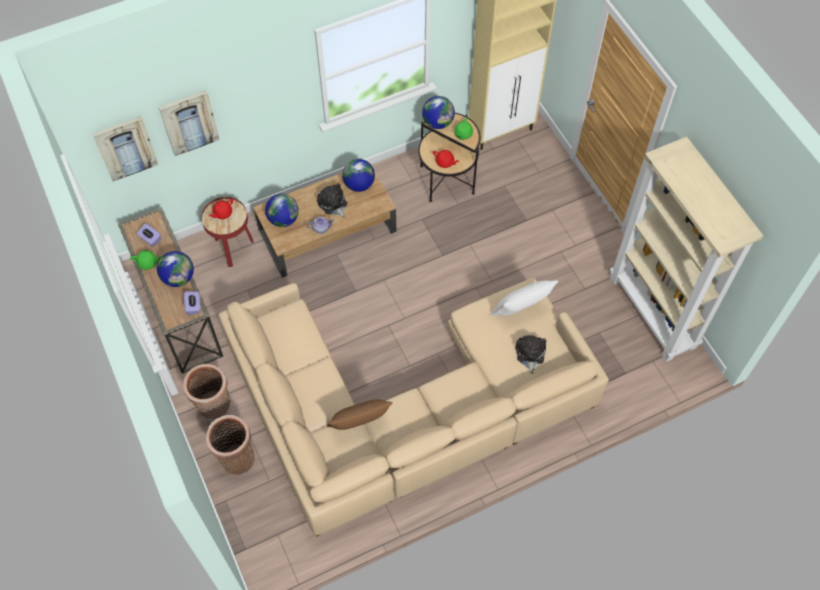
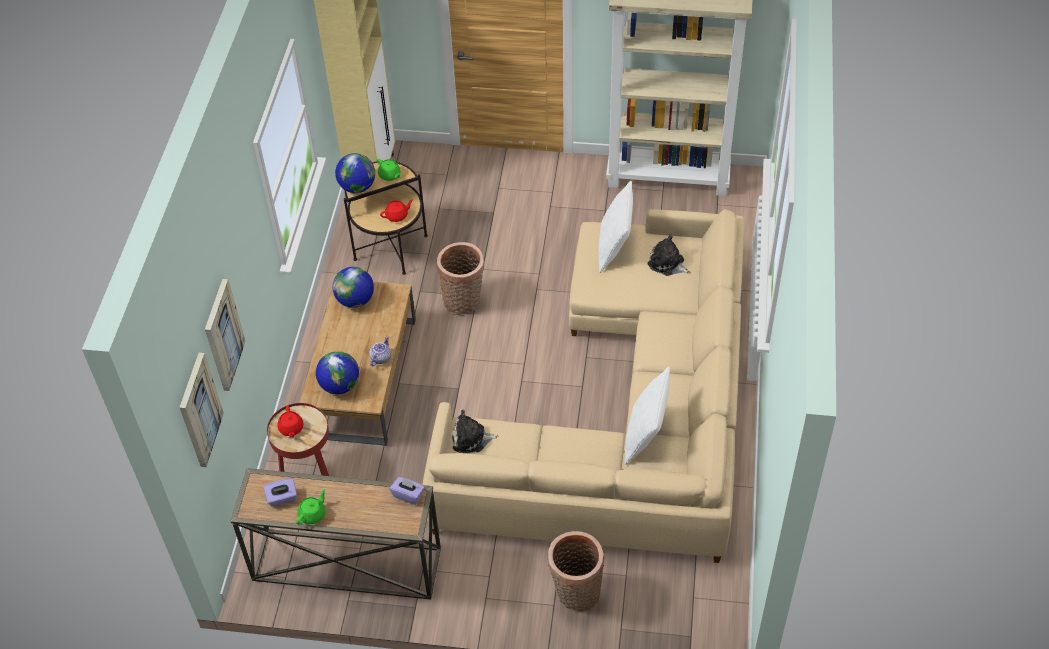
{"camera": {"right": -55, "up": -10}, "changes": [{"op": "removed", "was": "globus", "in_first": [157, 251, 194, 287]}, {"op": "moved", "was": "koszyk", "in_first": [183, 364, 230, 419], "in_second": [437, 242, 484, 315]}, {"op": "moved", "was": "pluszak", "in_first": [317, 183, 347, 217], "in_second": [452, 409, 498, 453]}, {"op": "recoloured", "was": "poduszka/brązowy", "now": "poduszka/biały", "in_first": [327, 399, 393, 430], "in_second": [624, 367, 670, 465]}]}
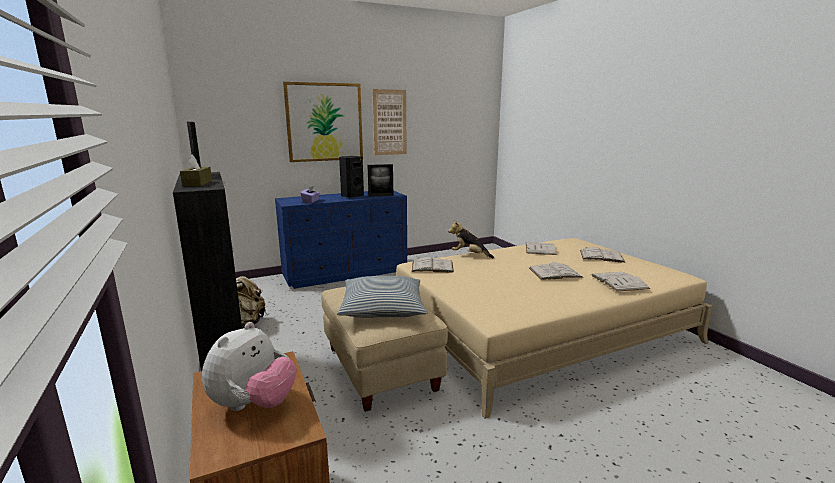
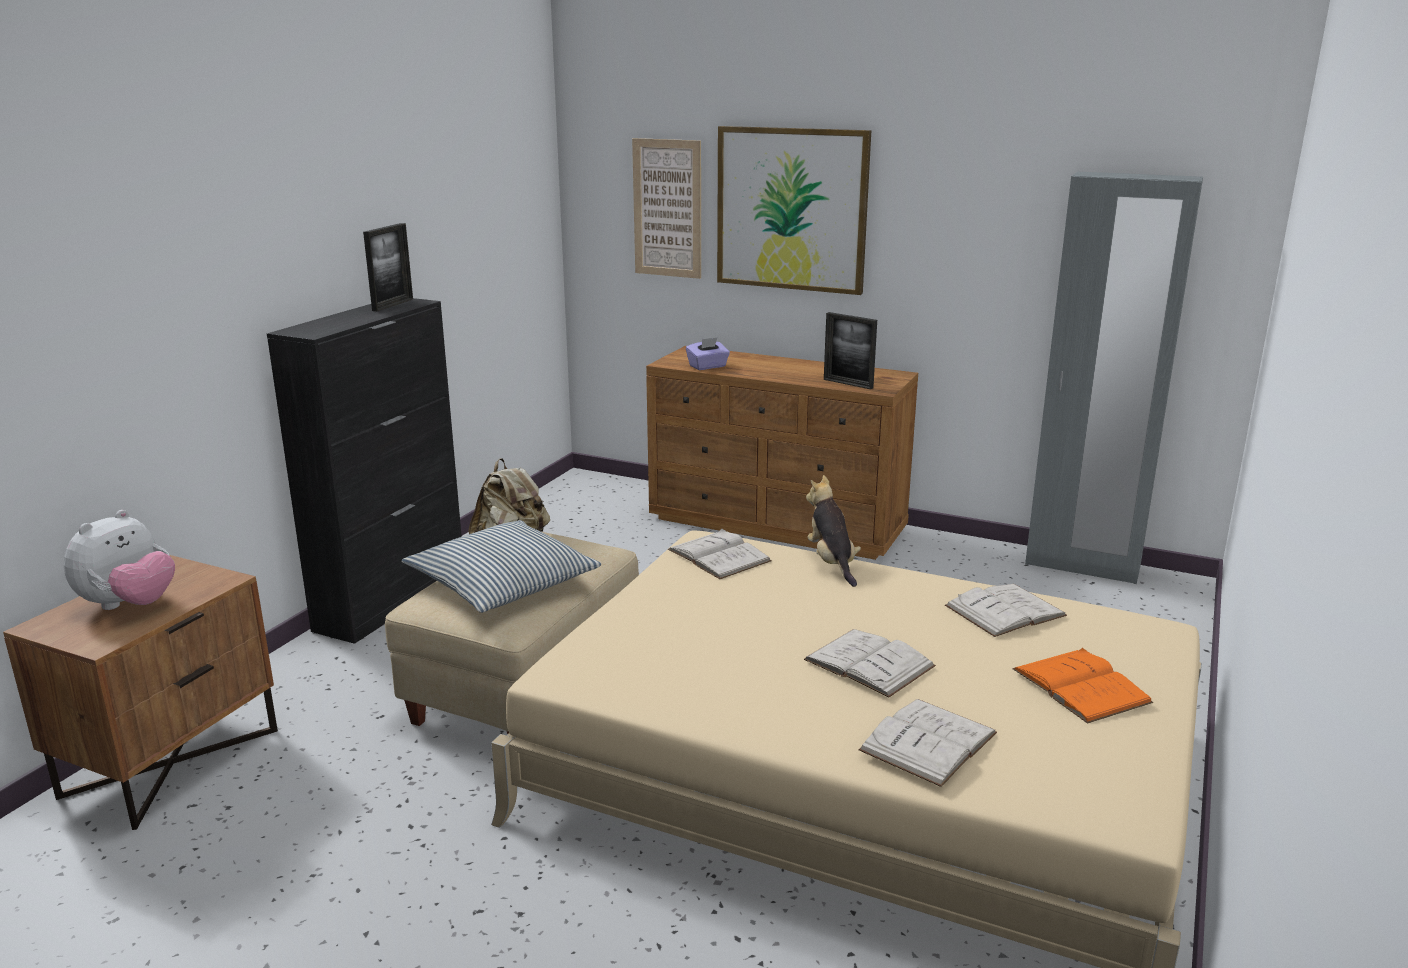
{"camera": {"right": 50, "up": 5}, "changes": [{"op": "removed", "was": "pudełko chusteczek/brązowy", "in_first": [180, 155, 212, 186]}, {"op": "removed", "was": "głośnik/czarny", "in_first": [339, 156, 364, 198]}, {"op": "added", "now": "szafa/szary", "in_second": [1025, 172, 1203, 584]}, {"op": "moved", "was": "obraz", "in_first": [372, 89, 407, 155], "in_second": [632, 138, 701, 279]}, {"op": "recoloured", "was": "komoda/niebieski", "now": "komoda/brązowy", "in_first": [275, 190, 407, 289], "in_second": [646, 346, 918, 560]}, {"op": "recoloured", "was": "książka/biały", "now": "książka/pomarańczowy", "in_first": [580, 247, 625, 263], "in_second": [1013, 648, 1153, 724]}, {"op": "turned", "was": "pluszak", "in_first": [202, 322, 297, 411], "in_second": [64, 510, 175, 610], "clockwise": -45}]}
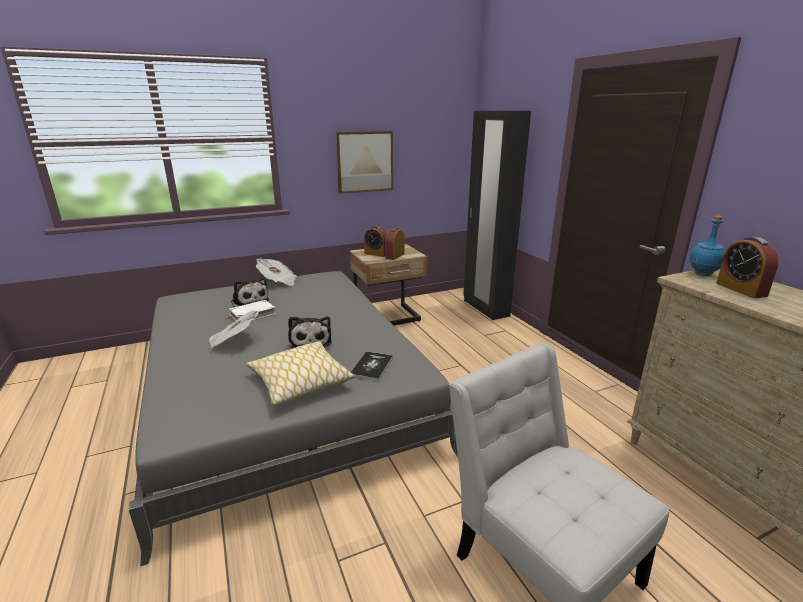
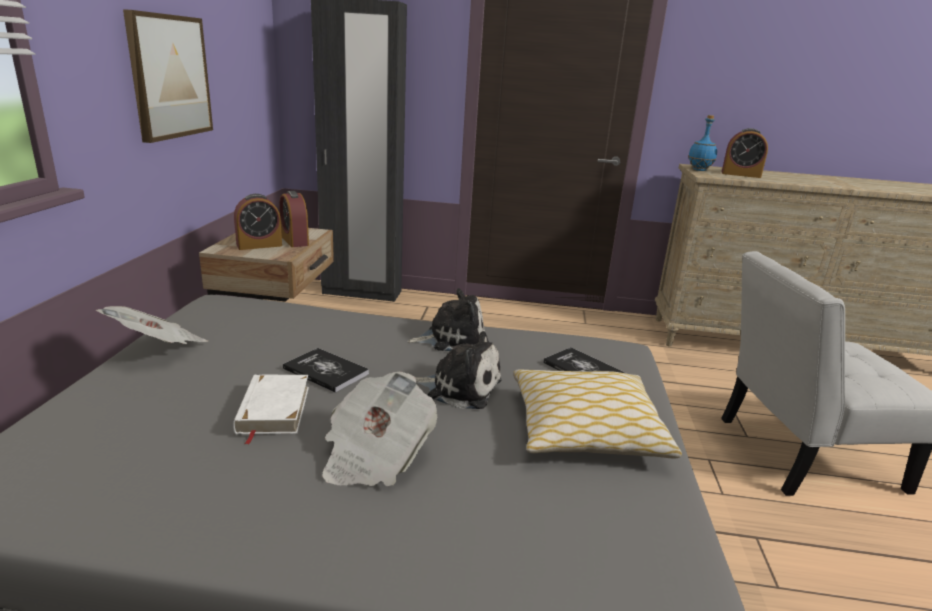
{"camera": {"right": -60, "up": 0}, "changes": [{"op": "added", "now": "książka", "in_second": [283, 348, 369, 393]}, {"op": "moved", "was": "pluszak", "in_first": [231, 277, 269, 307], "in_second": [407, 288, 485, 351]}]}
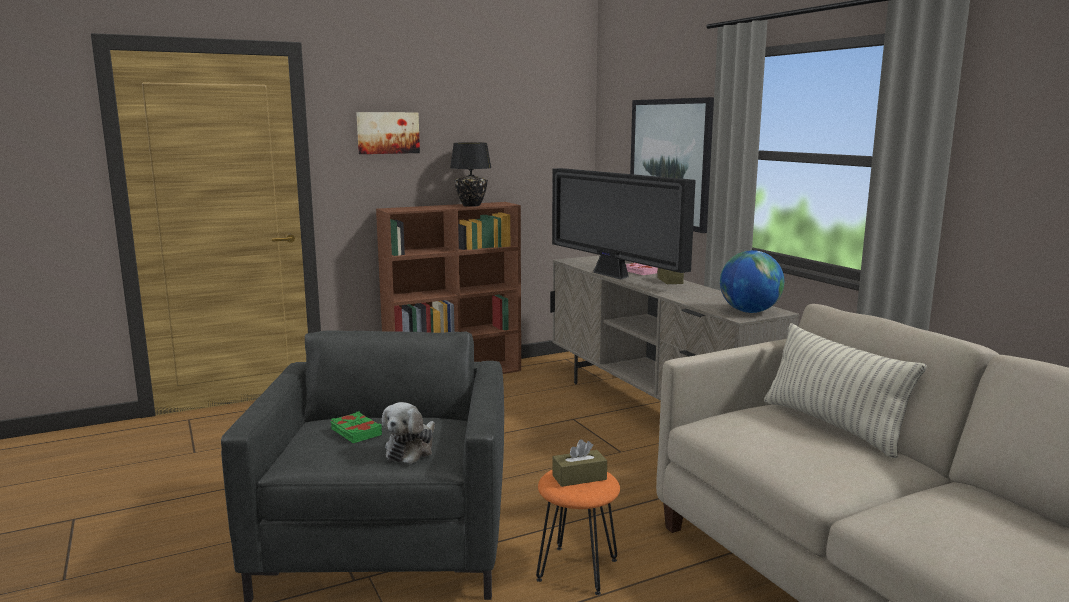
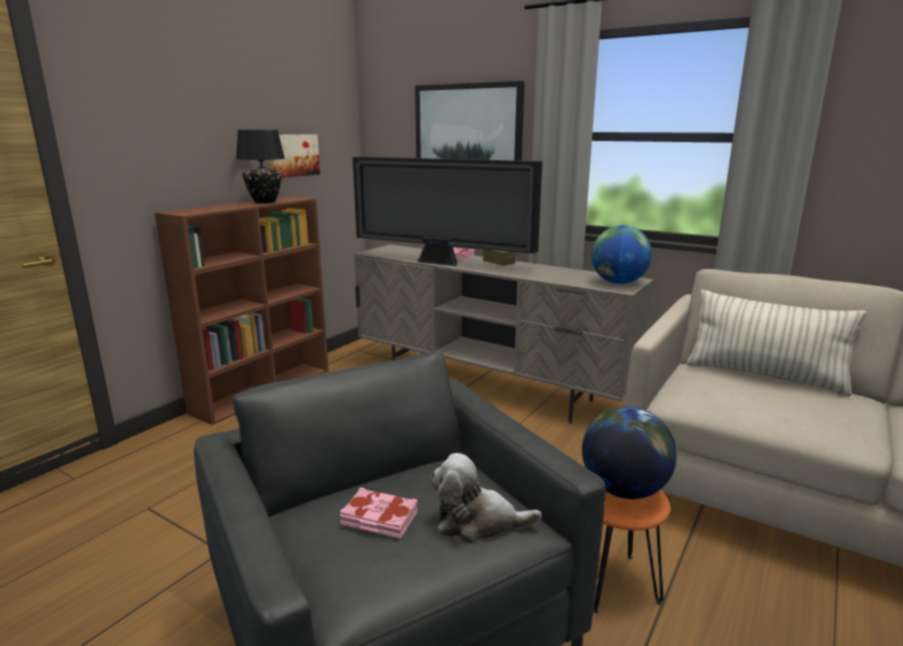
{"camera": {"right": -30, "up": 5}, "changes": [{"op": "moved", "was": "obraz", "in_first": [356, 112, 420, 154], "in_second": [269, 134, 320, 178]}, {"op": "replaced", "was": "pudełko chusteczek/brązowy", "now": "globus", "in_first": [552, 439, 607, 487], "in_second": [582, 406, 677, 499]}, {"op": "recoloured", "was": "książka/zielony", "now": "książka/różowy", "in_first": [331, 411, 382, 443], "in_second": [340, 487, 417, 539]}, {"op": "turned", "was": "pluszak", "in_first": [382, 402, 435, 464], "in_second": [431, 453, 542, 543], "clockwise": 105}]}
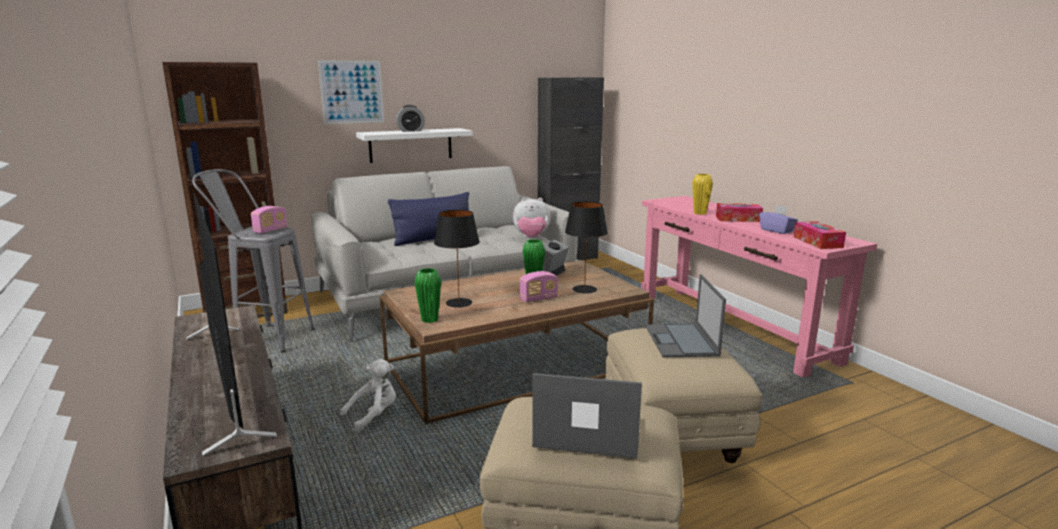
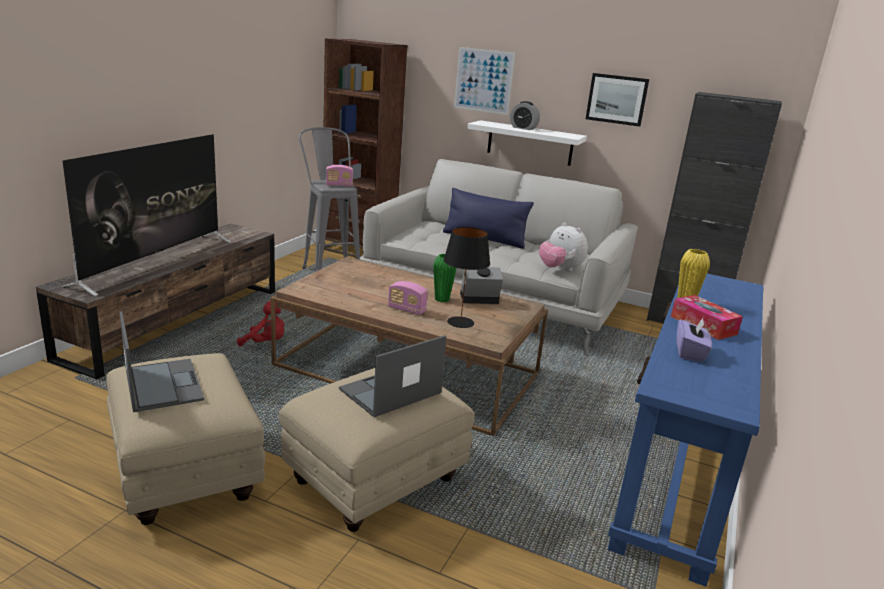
{"camera": {"right": 50, "up": 5}, "changes": [{"op": "removed", "was": "wazon/zielony", "in_first": [415, 268, 441, 323]}, {"op": "removed", "was": "lampa stołowa/czarny", "in_first": [434, 210, 480, 308]}, {"op": "removed", "was": "pudełko chusteczek", "in_first": [794, 221, 846, 249]}, {"op": "added", "now": "obraz", "in_second": [586, 73, 649, 127]}, {"op": "recoloured", "was": "pluszak/biały", "now": "pluszak/czerwony", "in_first": [340, 359, 396, 432], "in_second": [237, 301, 284, 346]}, {"op": "recoloured", "was": "stolik konsolowy/różowy", "now": "stolik konsolowy/niebieski", "in_first": [641, 196, 877, 378], "in_second": [608, 274, 763, 587]}]}
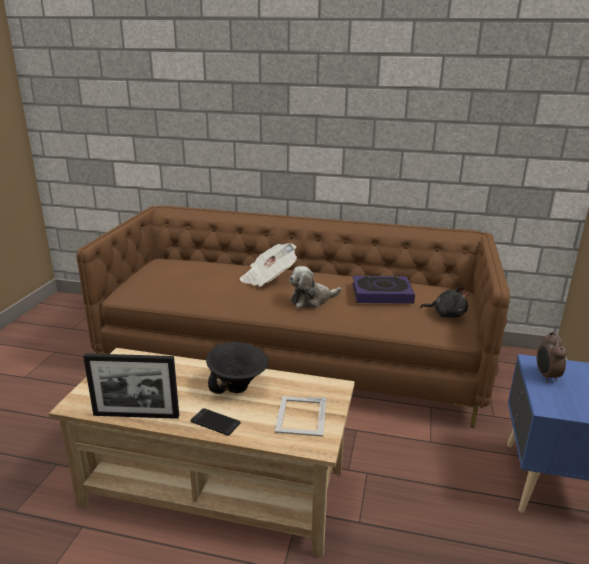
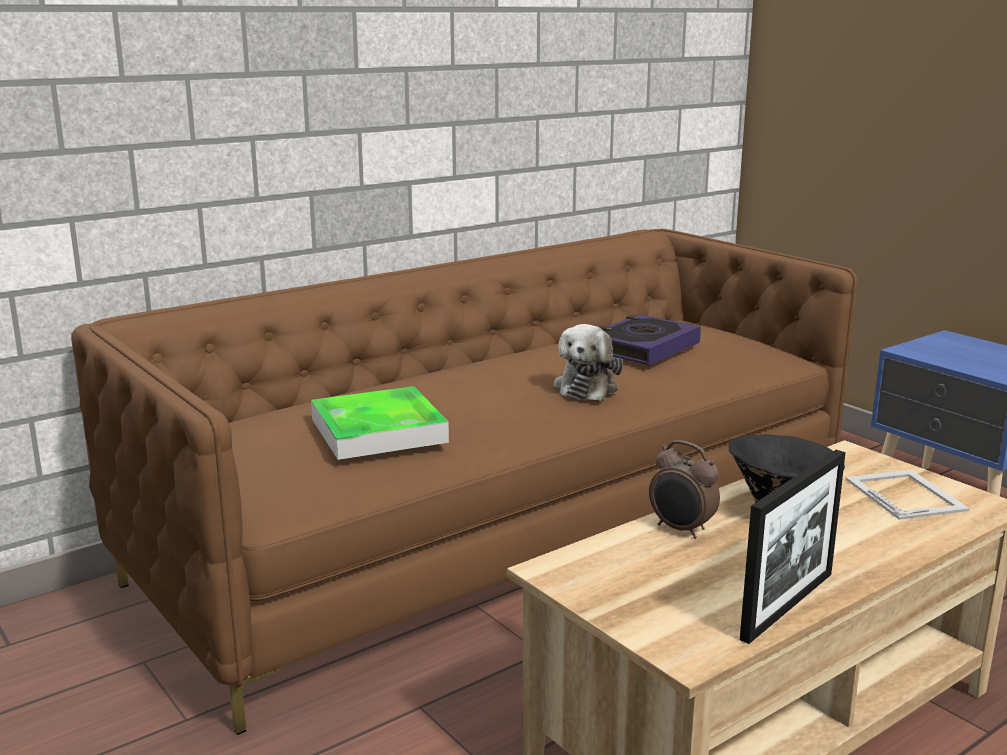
{"camera": {"right": -50, "up": -5}, "changes": [{"op": "removed", "was": "telefon", "in_first": [190, 408, 241, 436]}, {"op": "removed", "was": "gazeta", "in_first": [240, 243, 297, 287]}, {"op": "removed", "was": "pluszak/czarny", "in_first": [420, 287, 469, 318]}, {"op": "added", "now": "taca", "in_second": [311, 386, 449, 460]}, {"op": "moved", "was": "budzik", "in_first": [537, 332, 567, 382], "in_second": [649, 440, 720, 539]}, {"op": "turned", "was": "ramka na zdjęcie", "in_first": [275, 396, 326, 437], "in_second": [846, 470, 970, 520], "clockwise": -150}]}
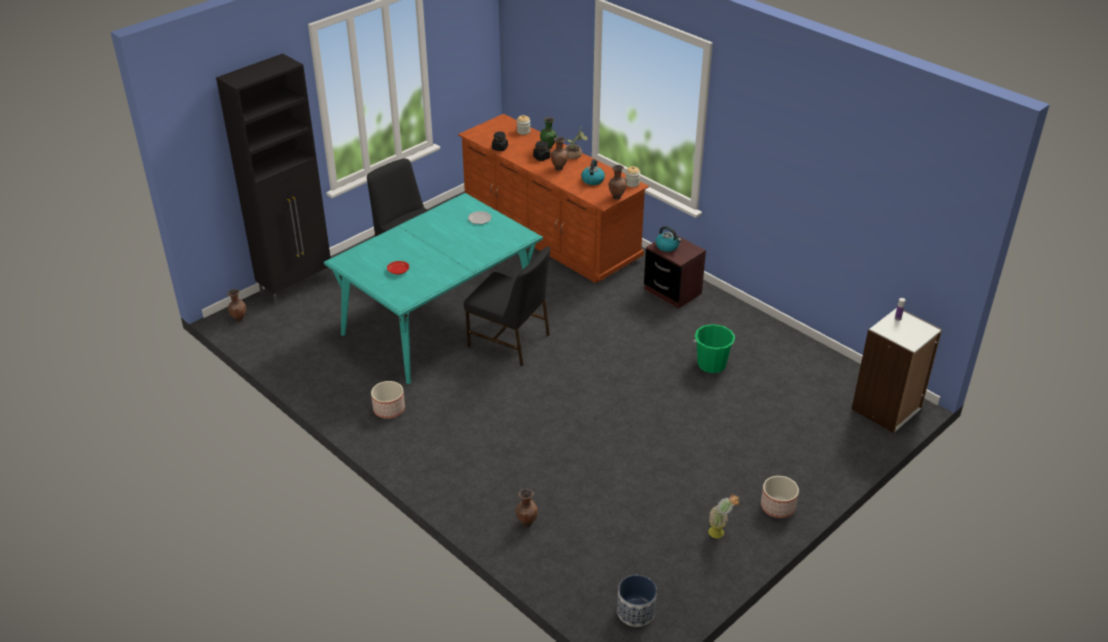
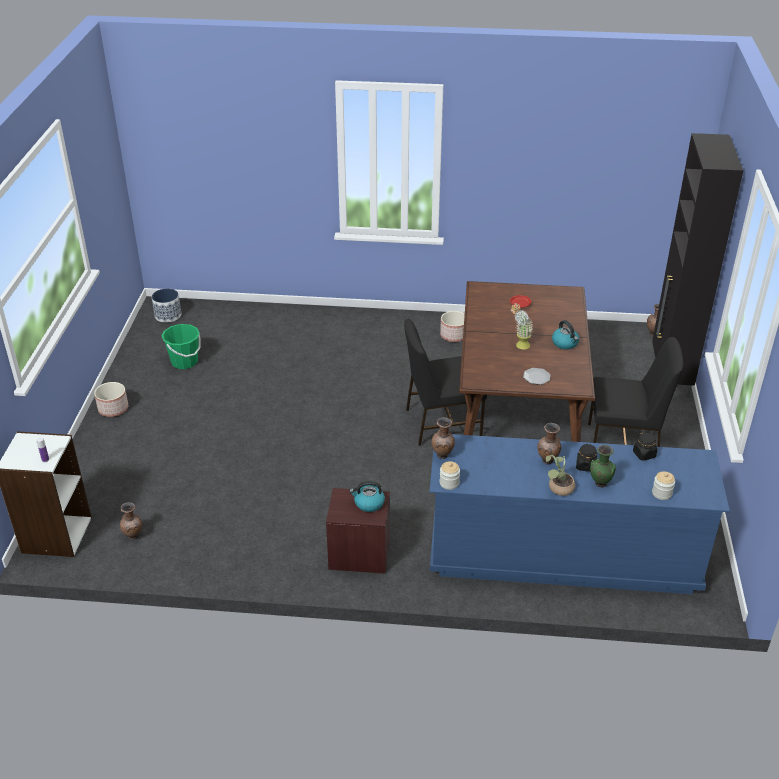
{"camera": {"right": 140, "up": 0}, "changes": [{"op": "moved", "was": "wazon/brązowy", "in_first": [516, 489, 538, 527], "in_second": [120, 502, 142, 540]}, {"op": "moved", "was": "czajnik", "in_first": [581, 159, 605, 185], "in_second": [552, 320, 579, 349]}, {"op": "moved", "was": "wiadro/zielony", "in_first": [693, 324, 735, 373], "in_second": [162, 324, 201, 369]}, {"op": "moved", "was": "roślina doniczkowa", "in_first": [708, 494, 739, 538], "in_second": [510, 303, 533, 350]}, {"op": "recoloured", "was": "stół jadalny/turkusowy", "now": "stół jadalny/brązowy", "in_first": [324, 193, 543, 384], "in_second": [459, 281, 595, 442]}, {"op": "recoloured", "was": "komoda/brązowy", "now": "komoda/niebieski", "in_first": [458, 114, 649, 283], "in_second": [429, 434, 730, 594]}]}
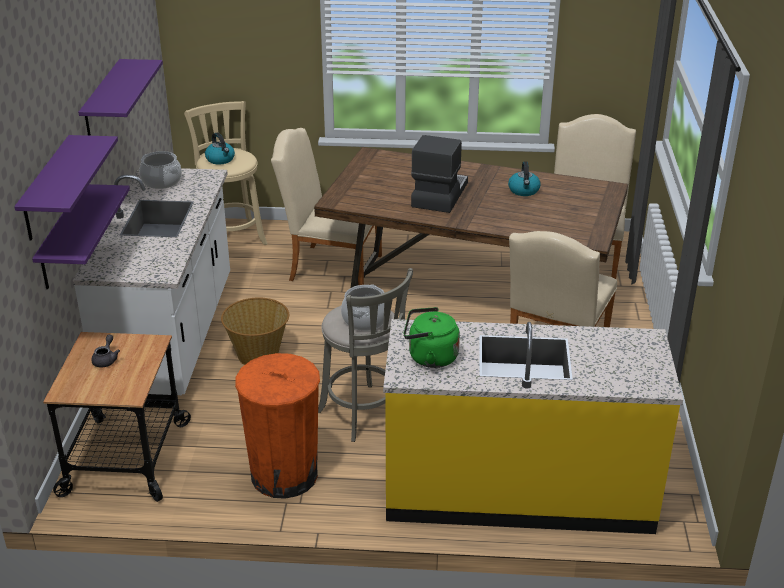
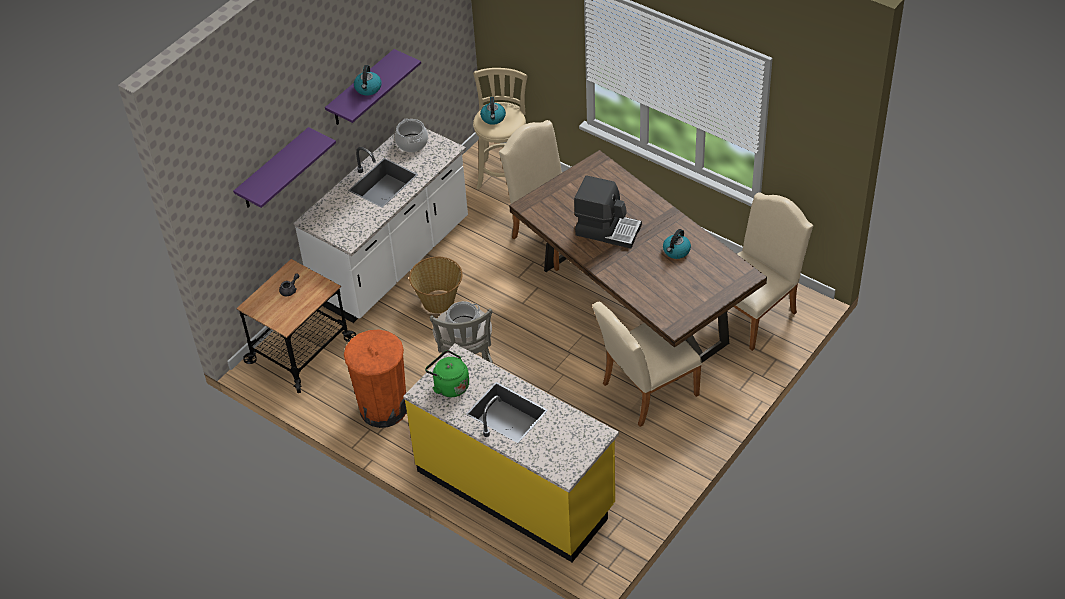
{"camera": {"right": 35, "up": 15}, "changes": [{"op": "removed", "was": "półka/fioletowy", "in_first": [32, 184, 130, 289]}, {"op": "added", "now": "czajnik", "in_second": [354, 65, 382, 96]}, {"op": "turned", "was": "ekspres do kawy", "in_first": [411, 135, 468, 213], "in_second": [574, 175, 642, 248], "clockwise": 60}]}
